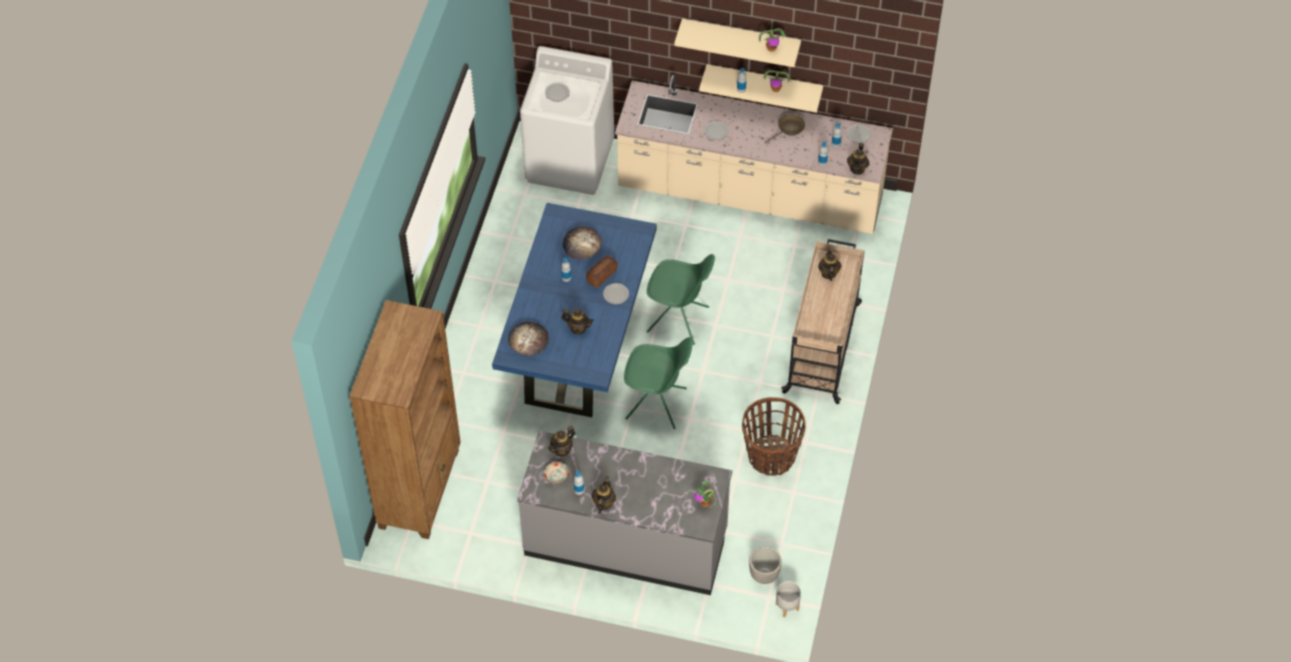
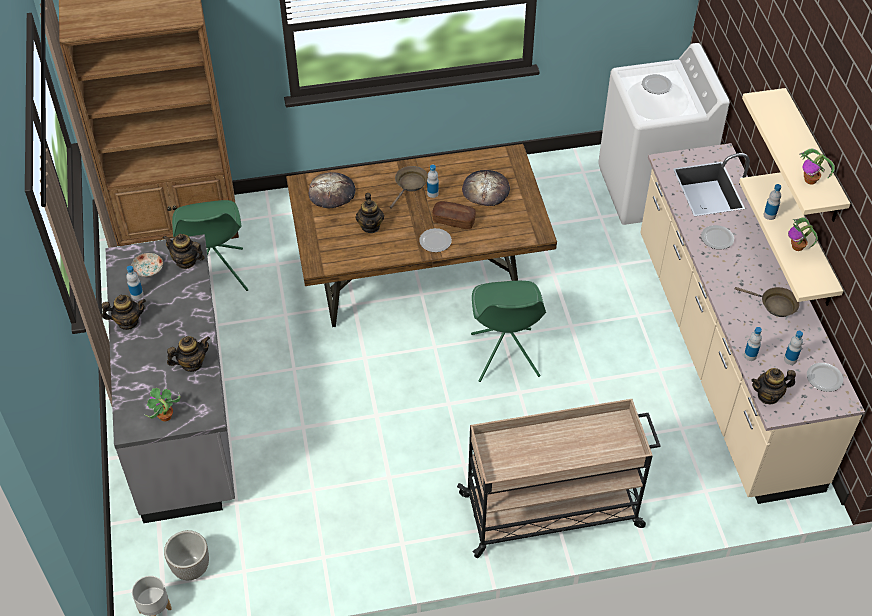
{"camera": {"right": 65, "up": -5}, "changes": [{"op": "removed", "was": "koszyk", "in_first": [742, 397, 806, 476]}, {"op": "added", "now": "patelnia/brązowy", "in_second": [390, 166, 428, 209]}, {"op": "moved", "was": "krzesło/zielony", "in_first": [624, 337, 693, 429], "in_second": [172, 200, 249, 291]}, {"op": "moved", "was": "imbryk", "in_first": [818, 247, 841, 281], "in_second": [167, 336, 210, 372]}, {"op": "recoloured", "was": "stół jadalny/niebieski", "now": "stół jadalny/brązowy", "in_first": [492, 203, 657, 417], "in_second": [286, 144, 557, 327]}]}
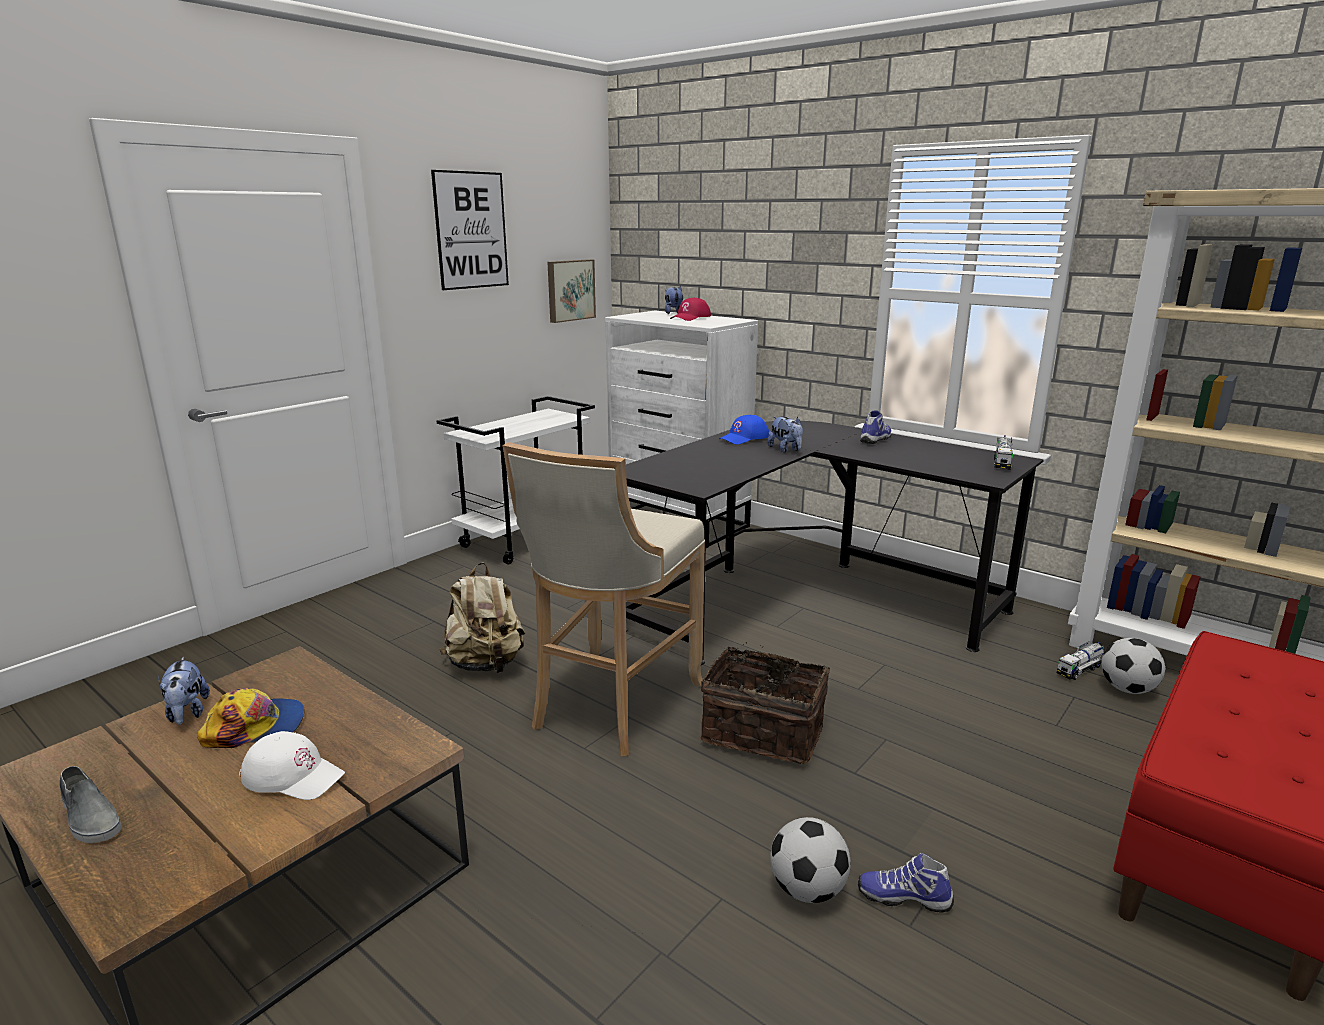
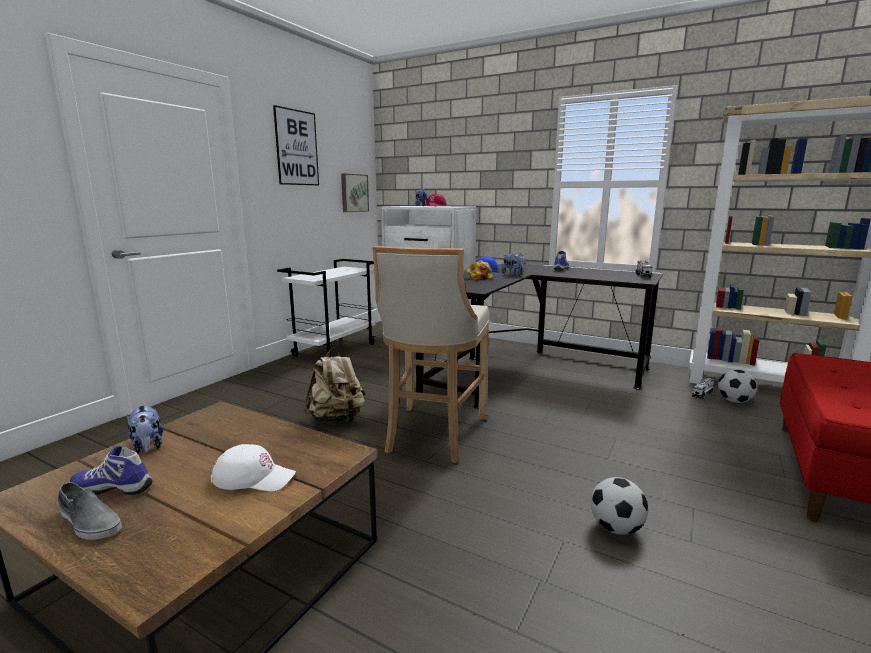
{"camera": {"right": -10, "up": -5}, "changes": [{"op": "removed", "was": "koszyk", "in_first": [700, 642, 830, 764]}, {"op": "moved", "was": "czapka z daszkiem", "in_first": [197, 688, 304, 748], "in_second": [466, 261, 502, 280]}, {"op": "moved", "was": "but", "in_first": [858, 853, 954, 912], "in_second": [70, 446, 153, 495]}]}
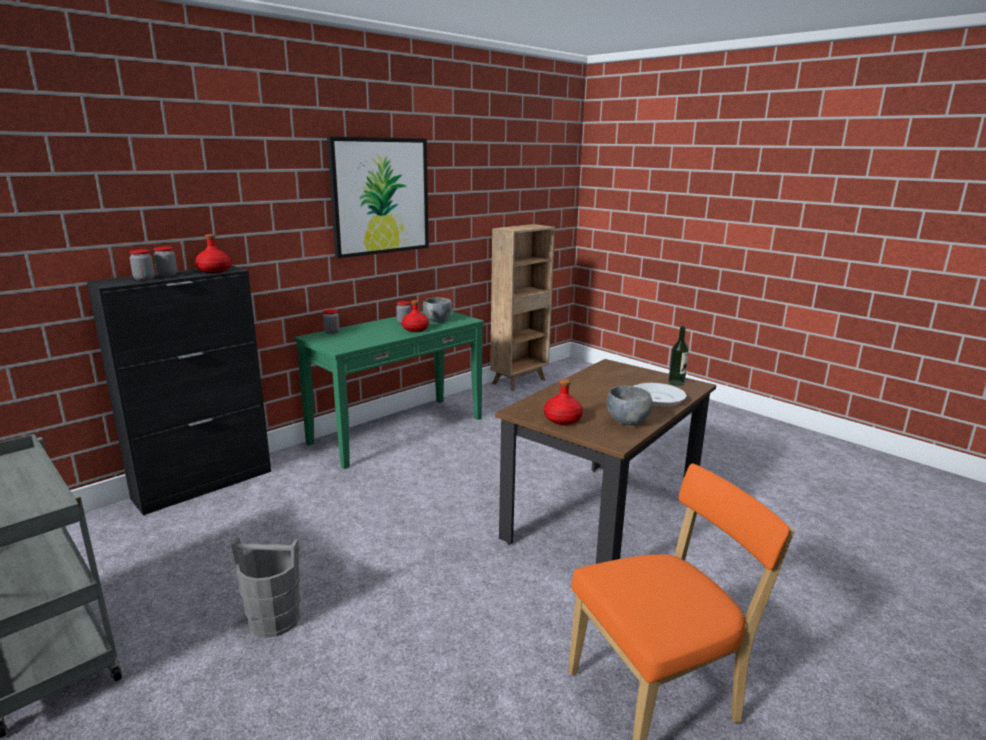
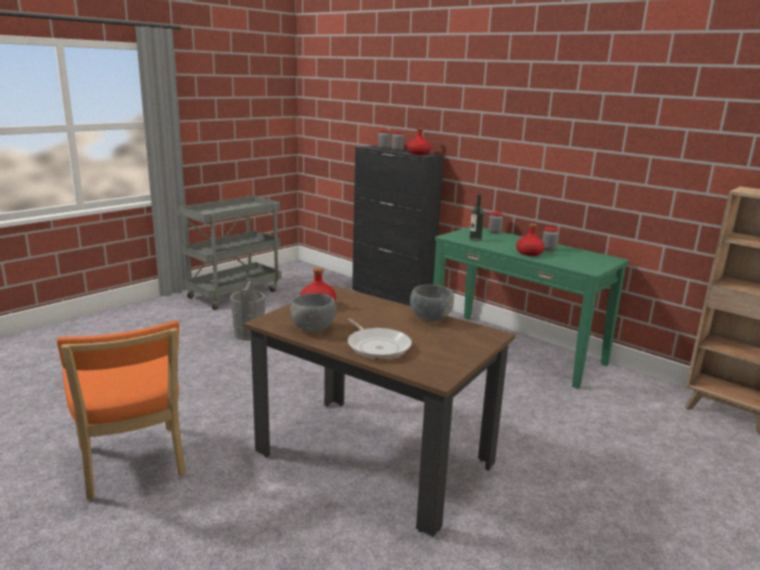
{"camera": {"right": 85, "up": 0}, "changes": [{"op": "removed", "was": "obraz", "in_first": [327, 136, 429, 258]}, {"op": "moved", "was": "miska/szary", "in_first": [423, 297, 452, 322], "in_second": [410, 284, 454, 322]}, {"op": "moved", "was": "butelka", "in_first": [668, 326, 689, 386], "in_second": [469, 194, 484, 241]}]}
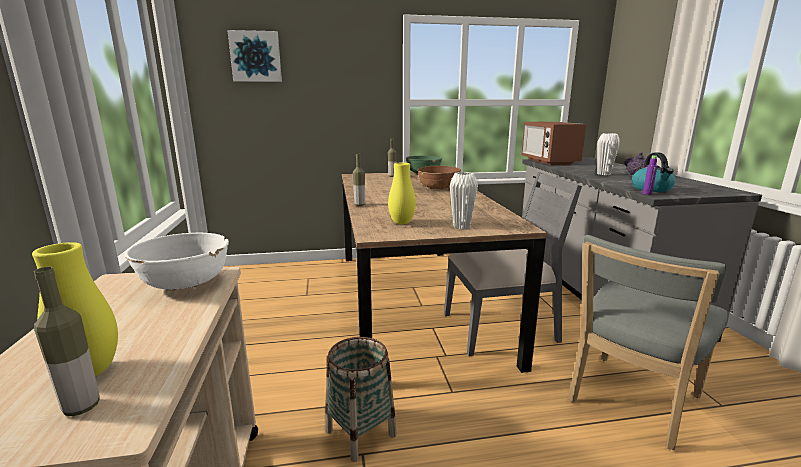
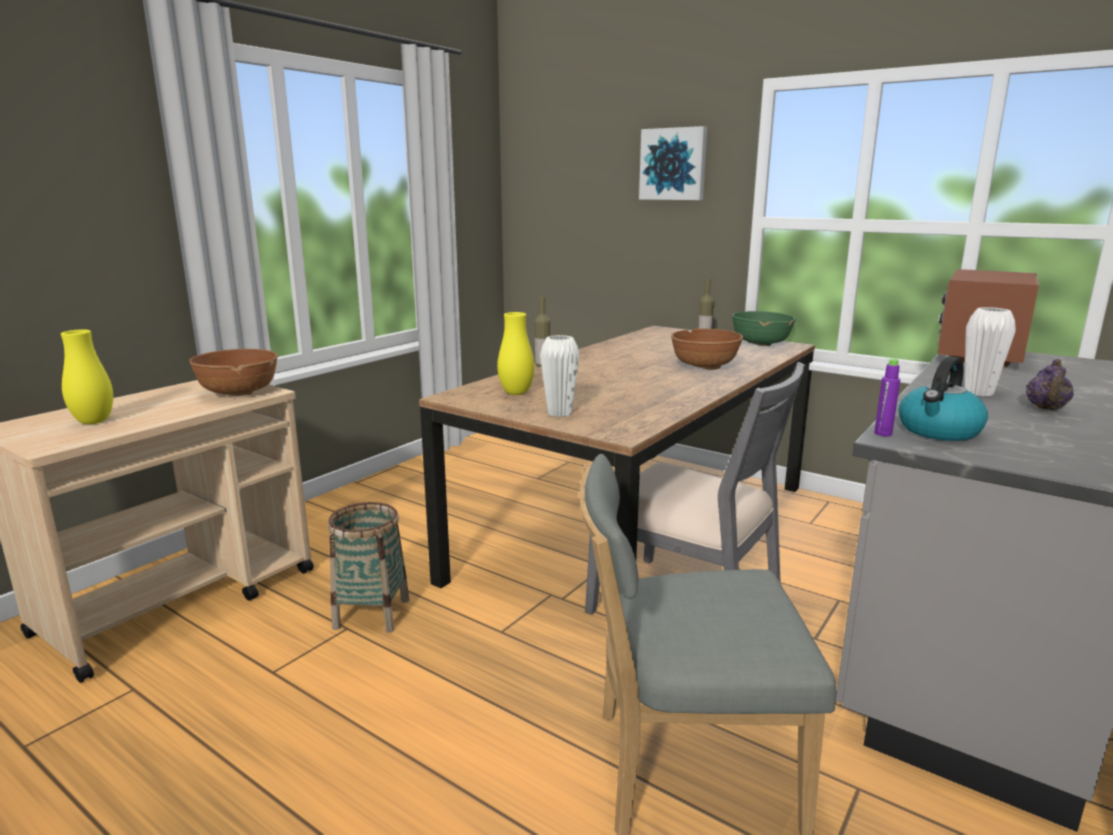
{"camera": {"right": 45, "up": 0}, "changes": [{"op": "removed", "was": "butelka", "in_first": [34, 267, 99, 416]}, {"op": "moved", "was": "obraz", "in_first": [227, 30, 282, 82], "in_second": [639, 126, 707, 200]}, {"op": "recoloured", "was": "miska/biały", "now": "miska/brązowy", "in_first": [125, 233, 229, 290], "in_second": [189, 349, 278, 396]}]}
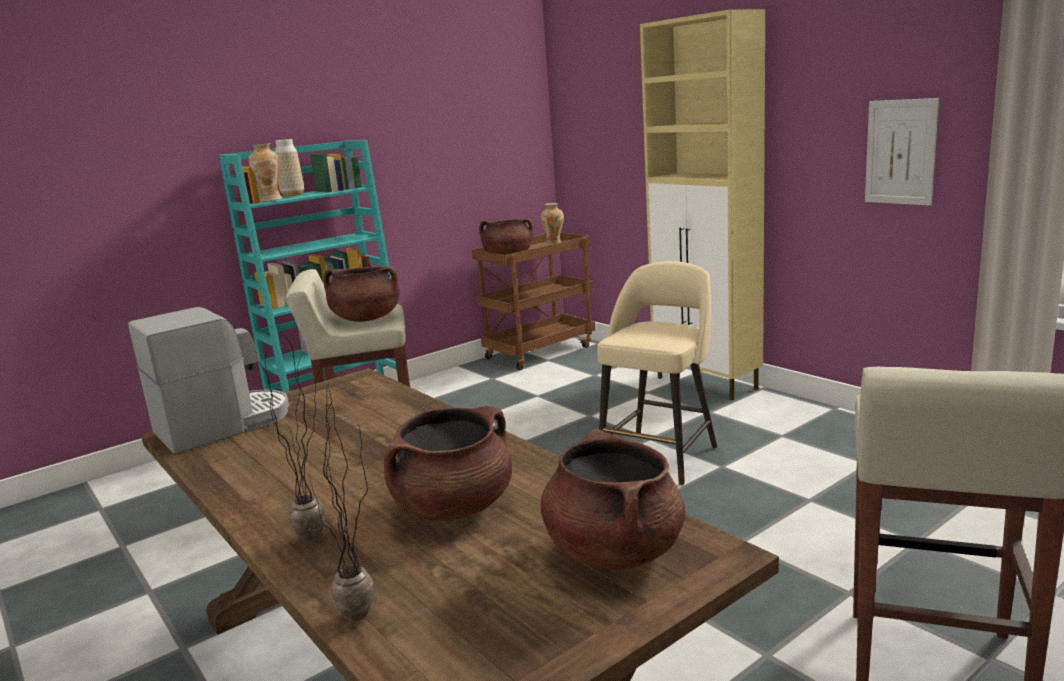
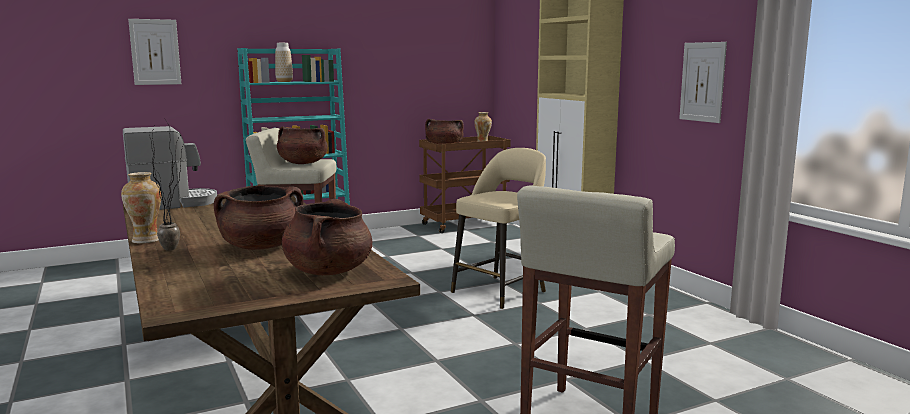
{"camera": {"right": 10, "up": -5}, "changes": [{"op": "removed", "was": "roślina doniczkowa", "in_first": [309, 382, 374, 622]}, {"op": "added", "now": "obraz", "in_second": [128, 19, 181, 85]}, {"op": "moved", "was": "wazon", "in_first": [248, 143, 282, 202], "in_second": [121, 172, 162, 244]}]}
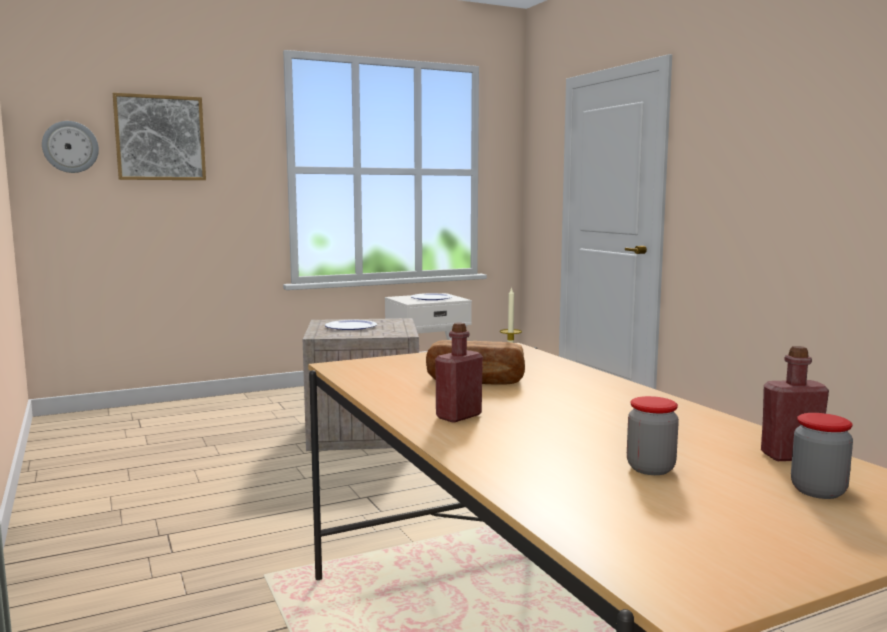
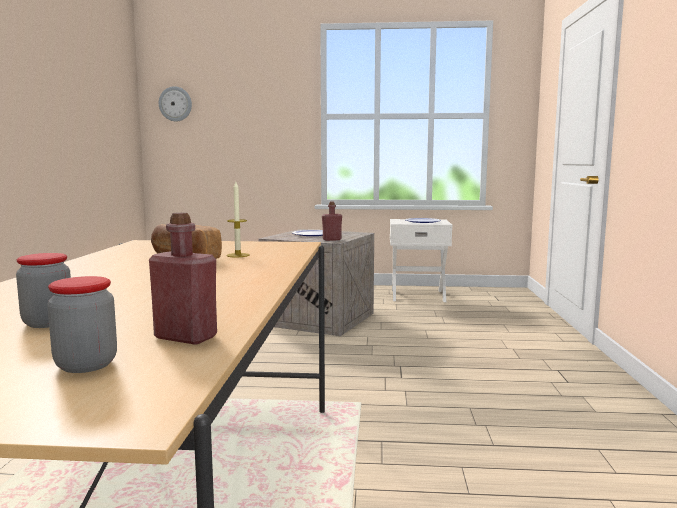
{"camera": {"right": 30, "up": 0}, "changes": [{"op": "removed", "was": "obraz", "in_first": [113, 93, 206, 180]}, {"op": "moved", "was": "butelka/czerwony", "in_first": [435, 322, 483, 423], "in_second": [322, 202, 342, 241]}]}
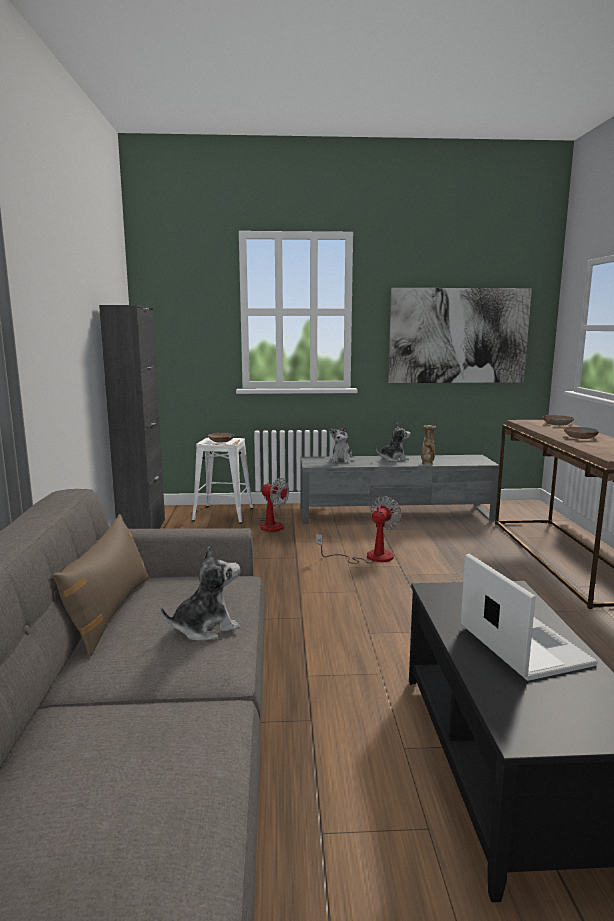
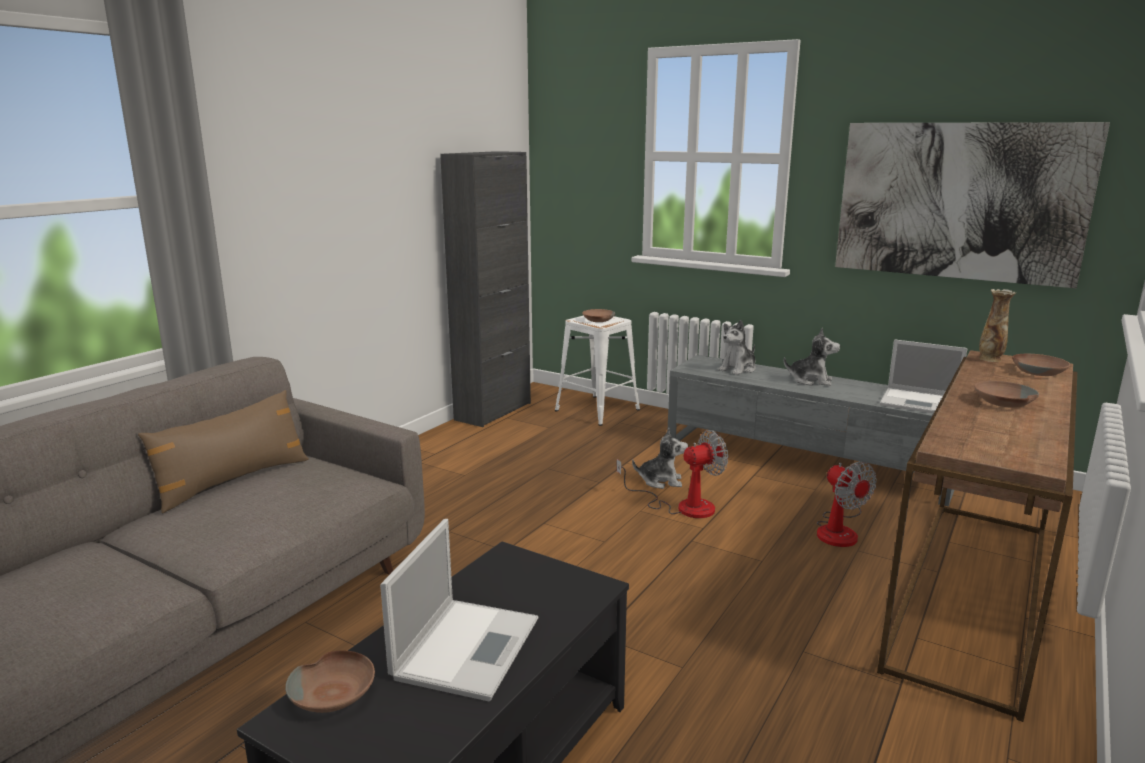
{"camera": {"right": 35, "up": 5}, "changes": [{"op": "added", "now": "miska/brązowy", "in_second": [285, 651, 375, 713]}, {"op": "added", "now": "laptop", "in_second": [880, 339, 967, 413]}, {"op": "moved", "was": "pluszak", "in_first": [161, 546, 240, 641], "in_second": [632, 428, 688, 489]}, {"op": "moved", "was": "wentylator", "in_first": [257, 478, 289, 532], "in_second": [817, 462, 877, 547]}, {"op": "moved", "was": "wazon", "in_first": [421, 425, 436, 465], "in_second": [979, 289, 1016, 362]}]}
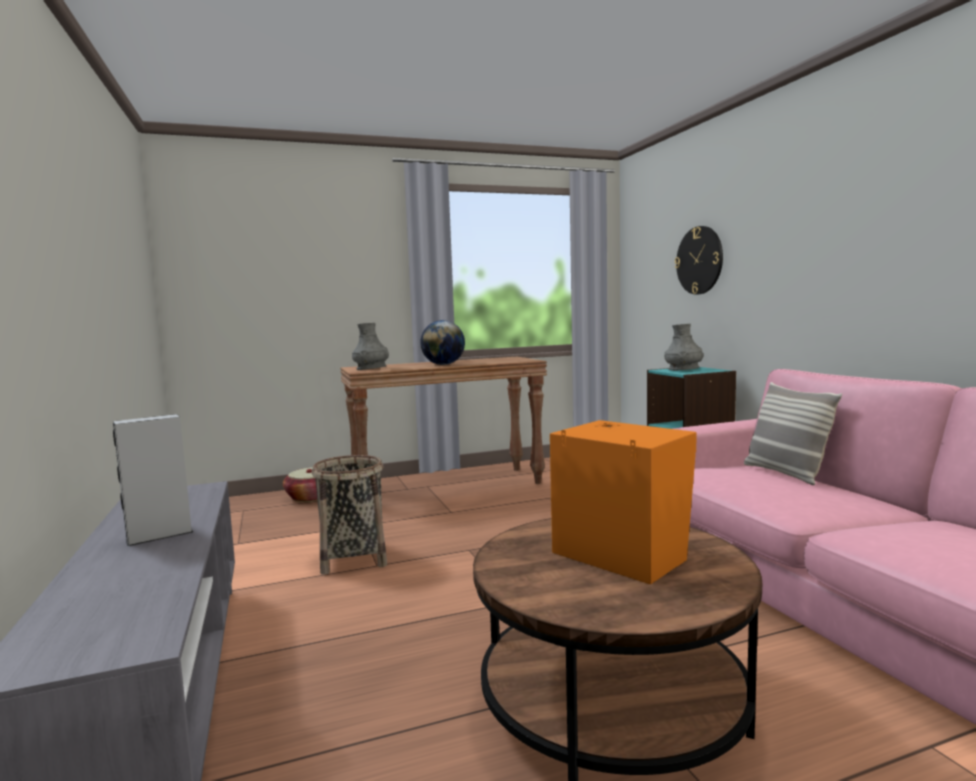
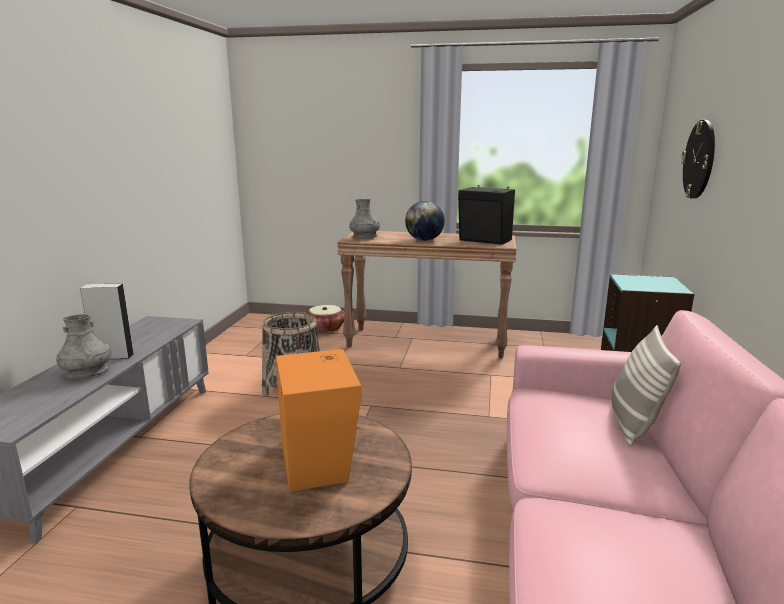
{"camera": {"right": 30, "up": 10}, "changes": [{"op": "added", "now": "głośnik/czarny", "in_second": [458, 185, 515, 245]}, {"op": "moved", "was": "wazon/szary", "in_first": [665, 324, 703, 371], "in_second": [56, 314, 111, 379]}]}
